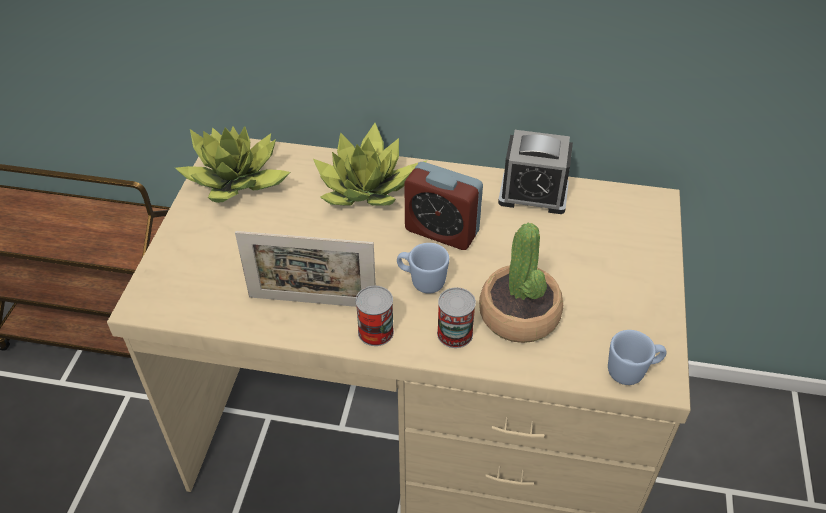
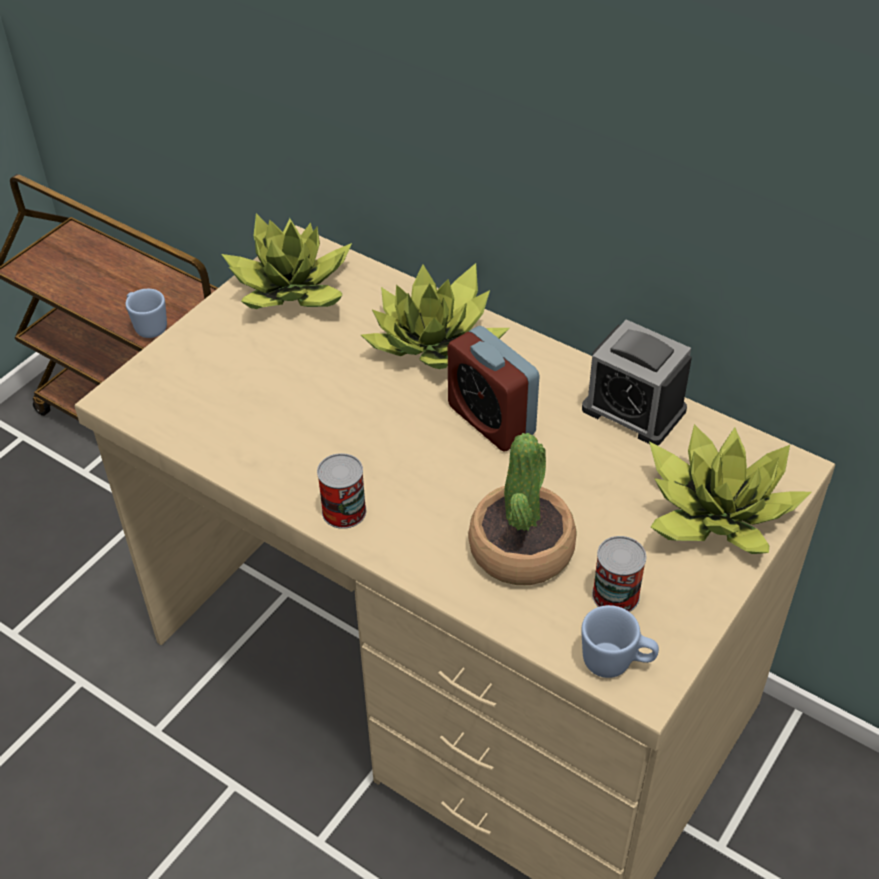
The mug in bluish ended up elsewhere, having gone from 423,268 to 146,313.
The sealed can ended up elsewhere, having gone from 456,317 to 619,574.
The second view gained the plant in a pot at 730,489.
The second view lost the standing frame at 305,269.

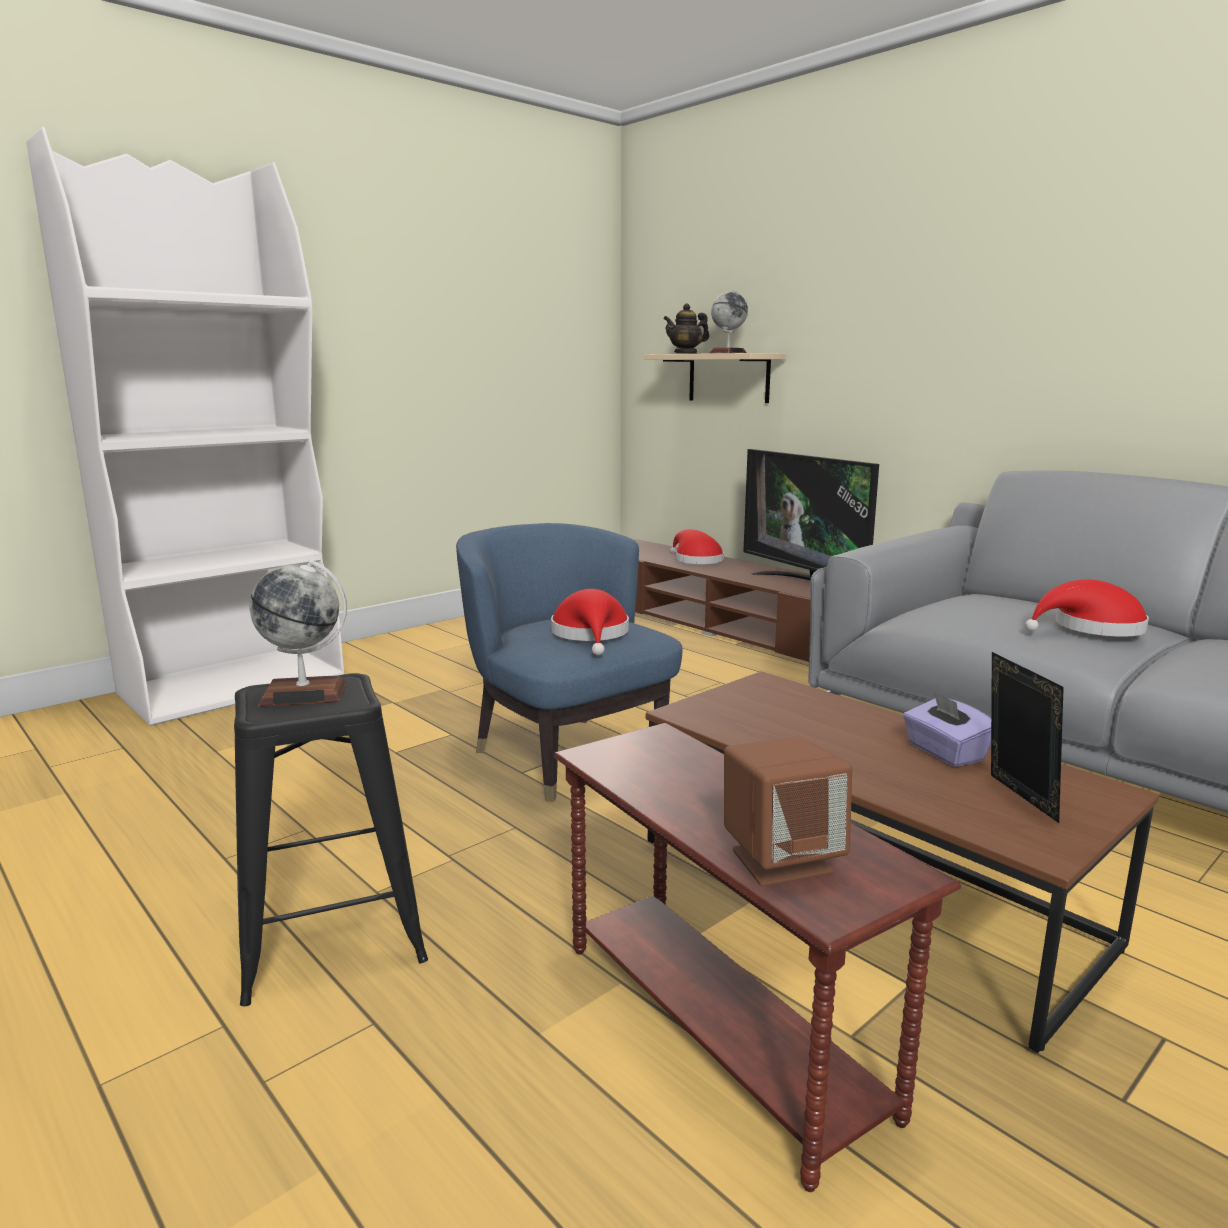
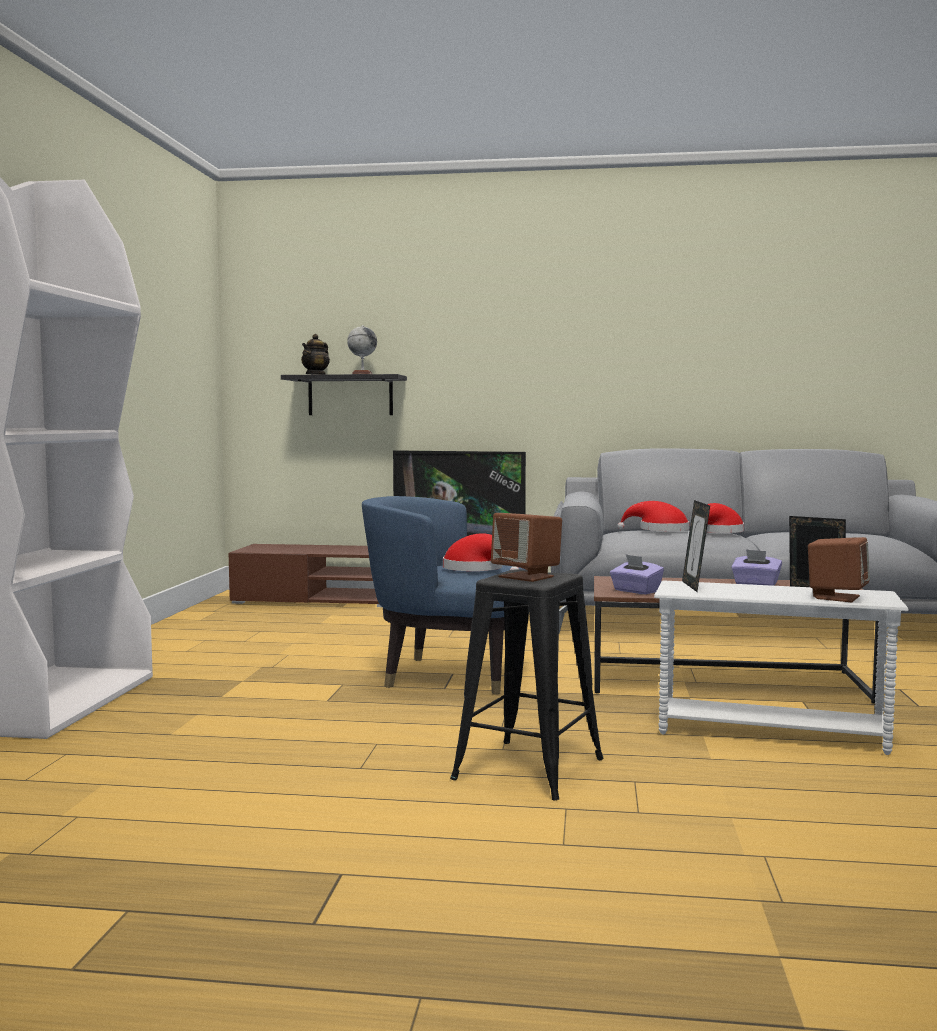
What was the wall shelf in beige at 715,378 turned into the wall shelf in black at 344,394.
Where the world globe stood at 298,633, the loudspeaker in brown-coloured came to stand at 526,547.
The second view gained the tissue box in purple-coloured at 637,574.
The hat in red ended up elsewhere, having gone from 697,546 to 653,516.
What was the end table in brown-coloured at 758,957 turned into the end table in whitish at 781,667.
The second view gained the standing frame at 696,546.

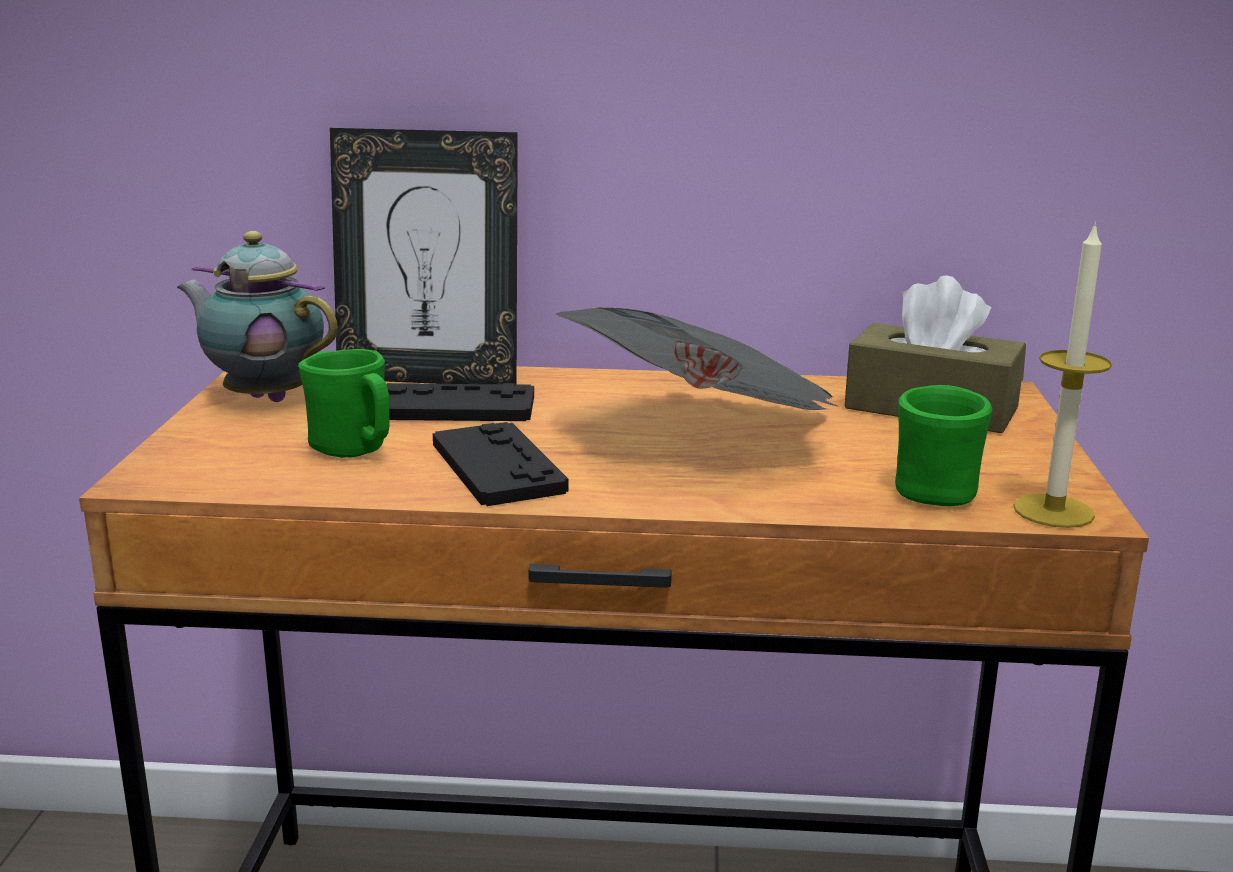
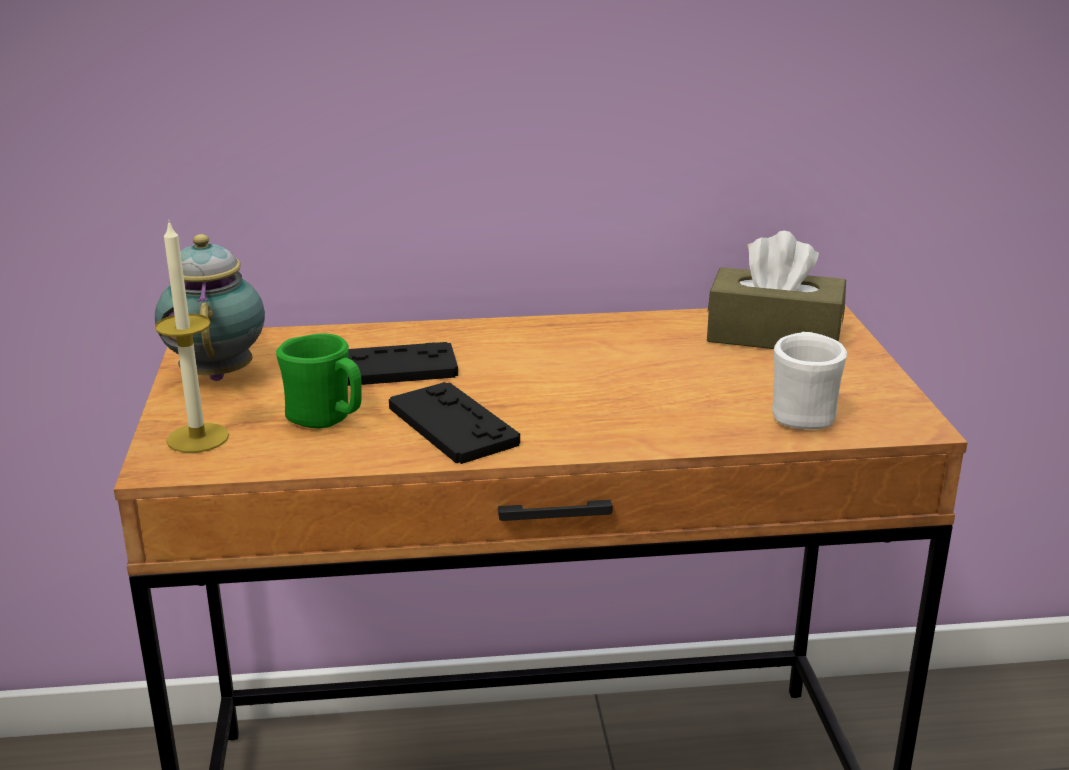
The candle ended up elsewhere, having gone from 1062,375 to 192,337.
The pot for tea at 257,316 ended up facing another way, 60 degrees clockwise from before.
What was the mug in green at 943,445 turned into the mug in whitish at 809,380.
The second view lost the standing frame at 424,256.
The second view lost the daily paper at 697,358.

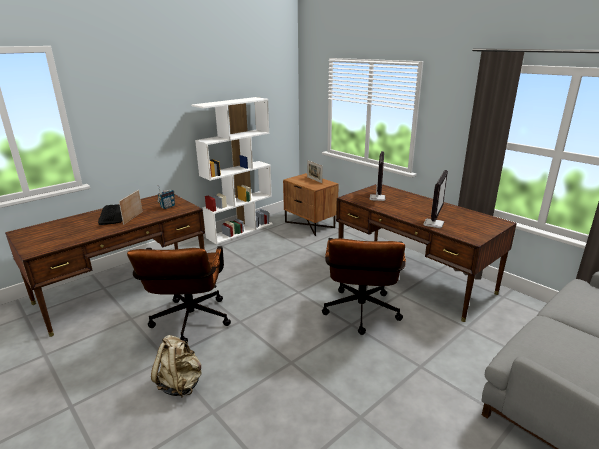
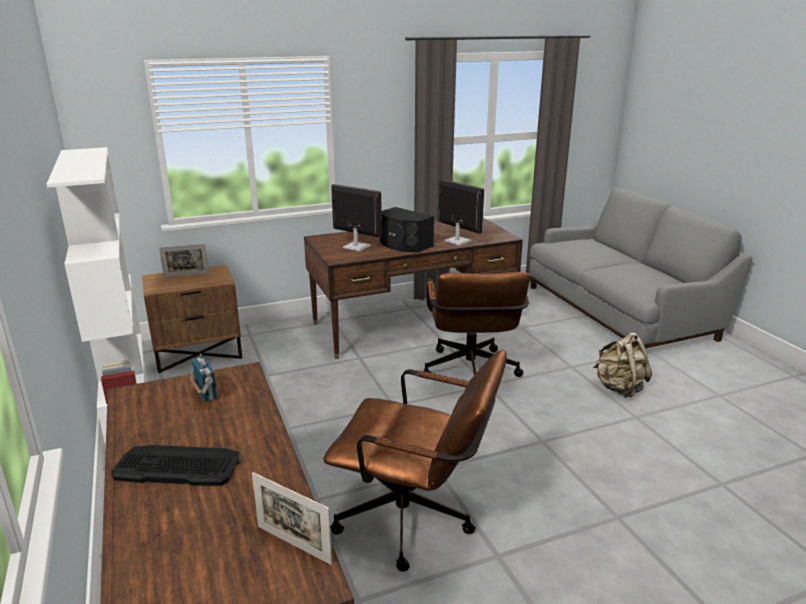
The standing frame ended up elsewhere, having gone from 131,207 to 292,518.
The second view gained the loudspeaker in black at 407,229.
The office chair in brown-coloured at 364,286 ended up facing another way, 60 degrees clockwise from before.
The knapsack in beige ended up elsewhere, having gone from 176,366 to 622,365.

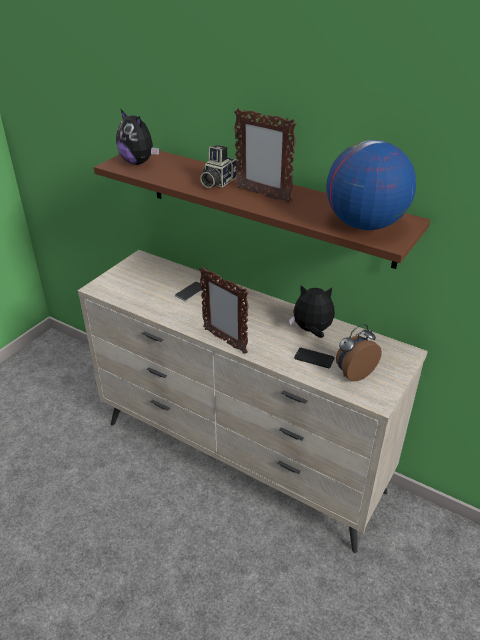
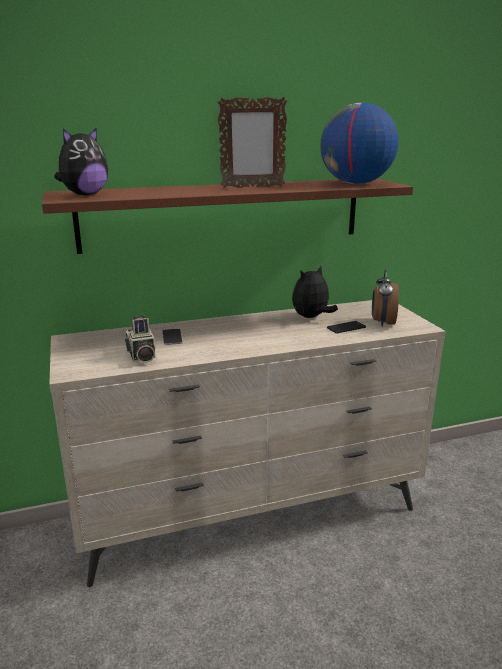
The plush toy at 137,137 ended up facing another way, 45 degrees counterclockwise from before.
The photo camera ended up elsewhere, having gone from 218,166 to 140,339.
The second view lost the standing frame at 224,310.

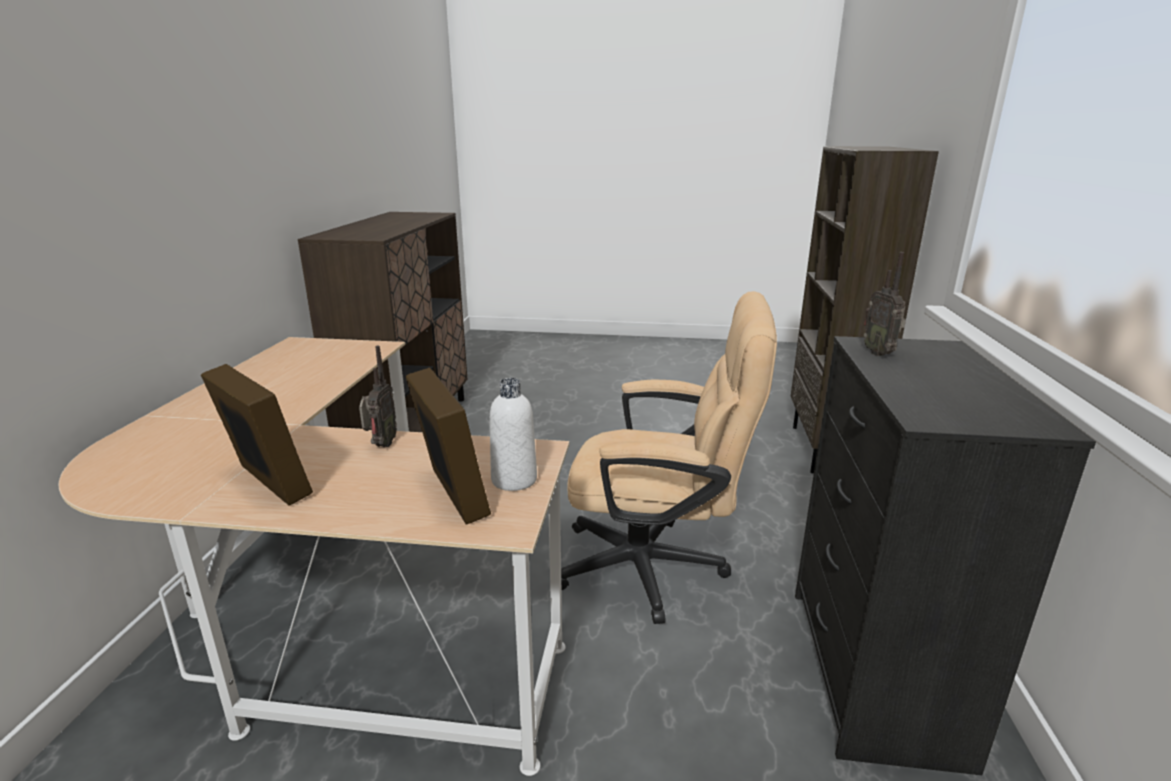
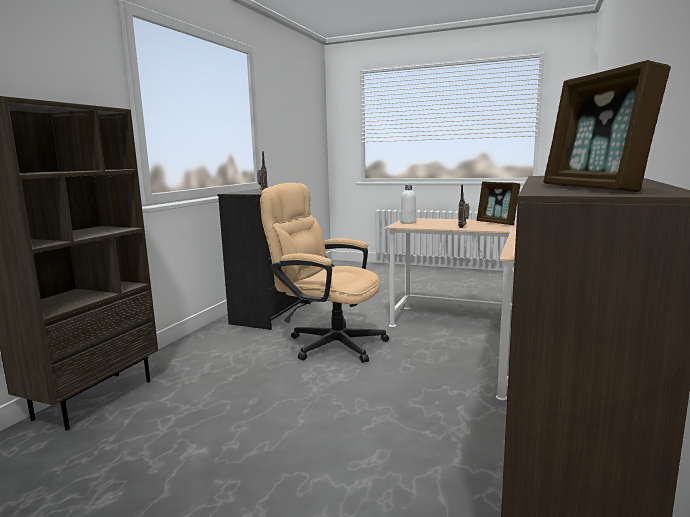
The standing frame ended up elsewhere, having gone from 448,446 to 607,126.

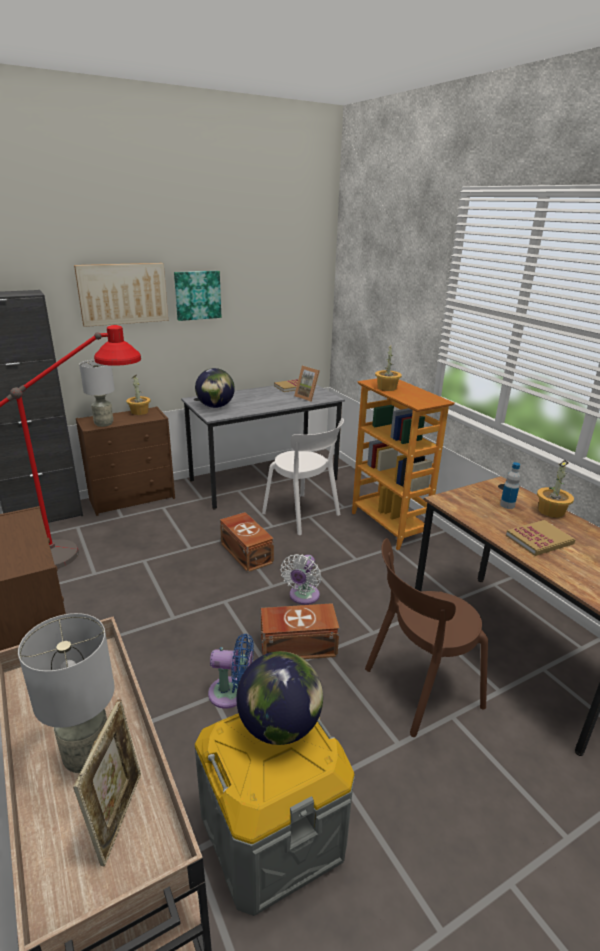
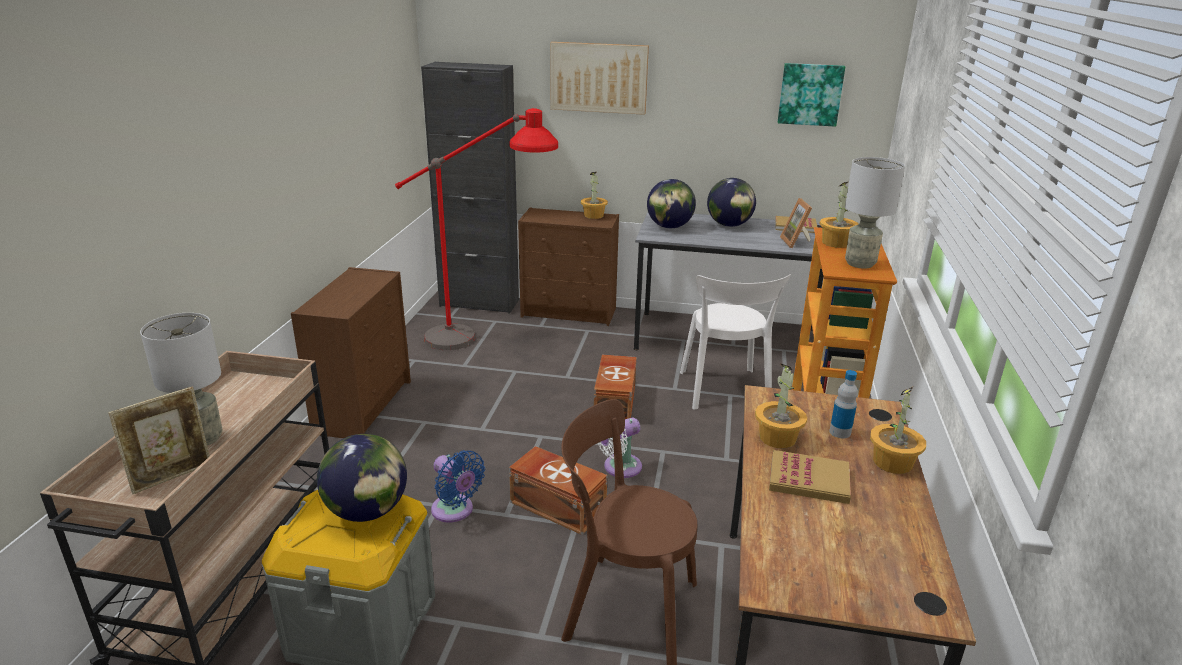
The second view gained the world globe at 731,202.
The second view gained the plant in a pot at 781,406.
The wall picture ended up elsewhere, having gone from 197,296 to 811,95.
The tabletop lamp in gray ended up elsewhere, having gone from 97,393 to 875,213.

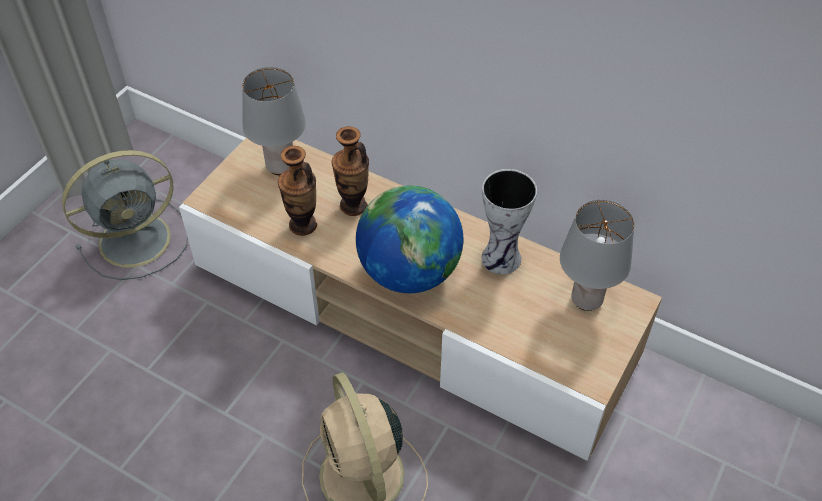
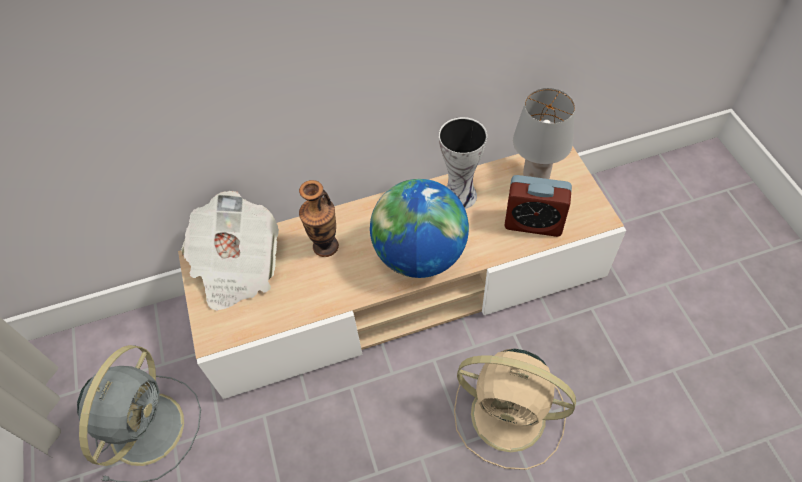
Where the tabletop lamp in gray stood at 274,121, the daily paper came to stand at 230,251.
The second view gained the alarm clock at 538,206.
The second view lost the decorative vase at 297,191.

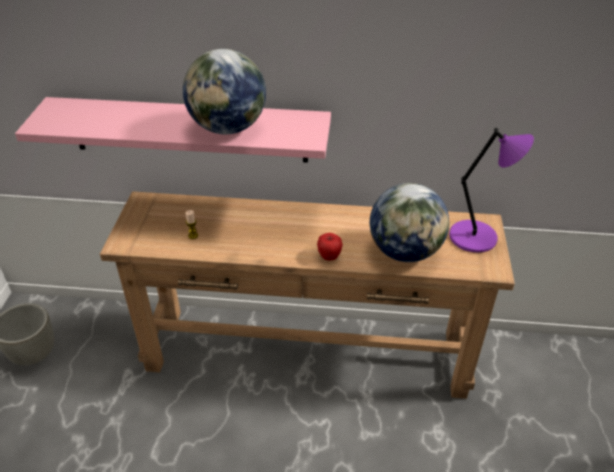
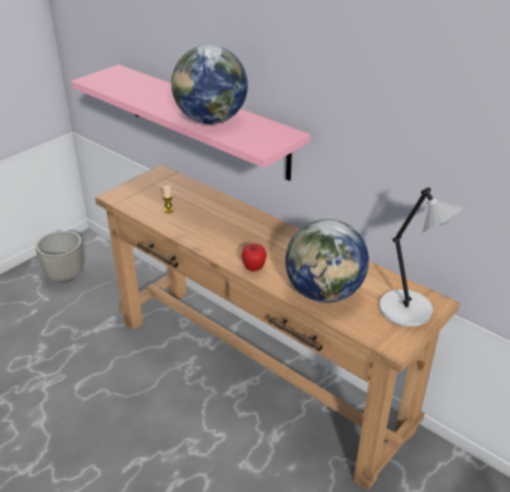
What was the tabletop lamp in purple-coloured at 491,190 turned into the tabletop lamp in gray at 422,257.

